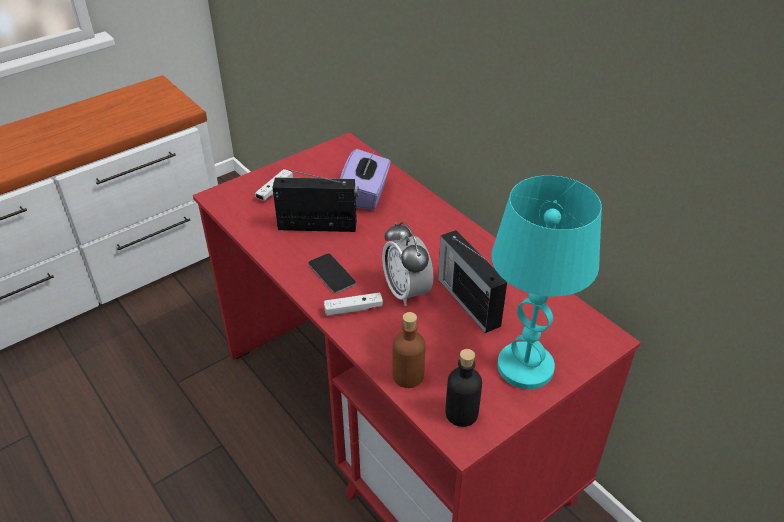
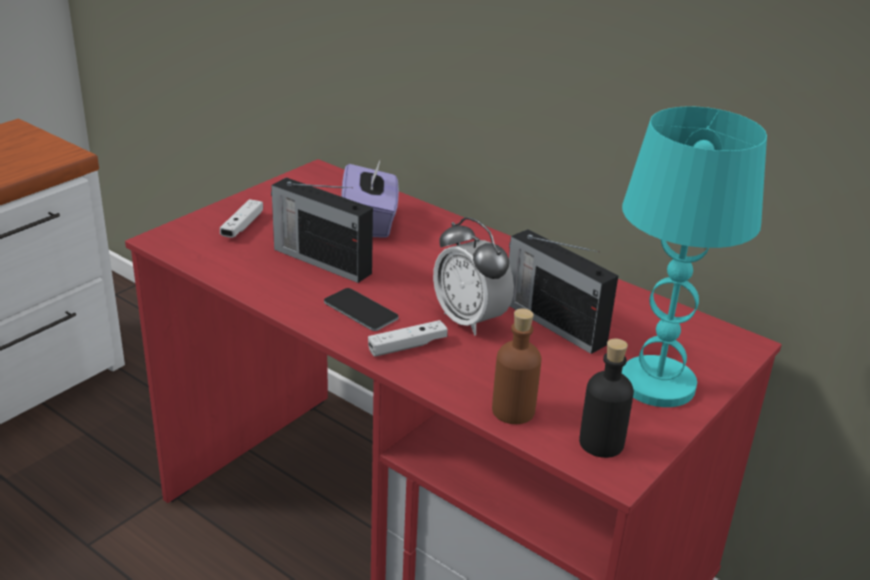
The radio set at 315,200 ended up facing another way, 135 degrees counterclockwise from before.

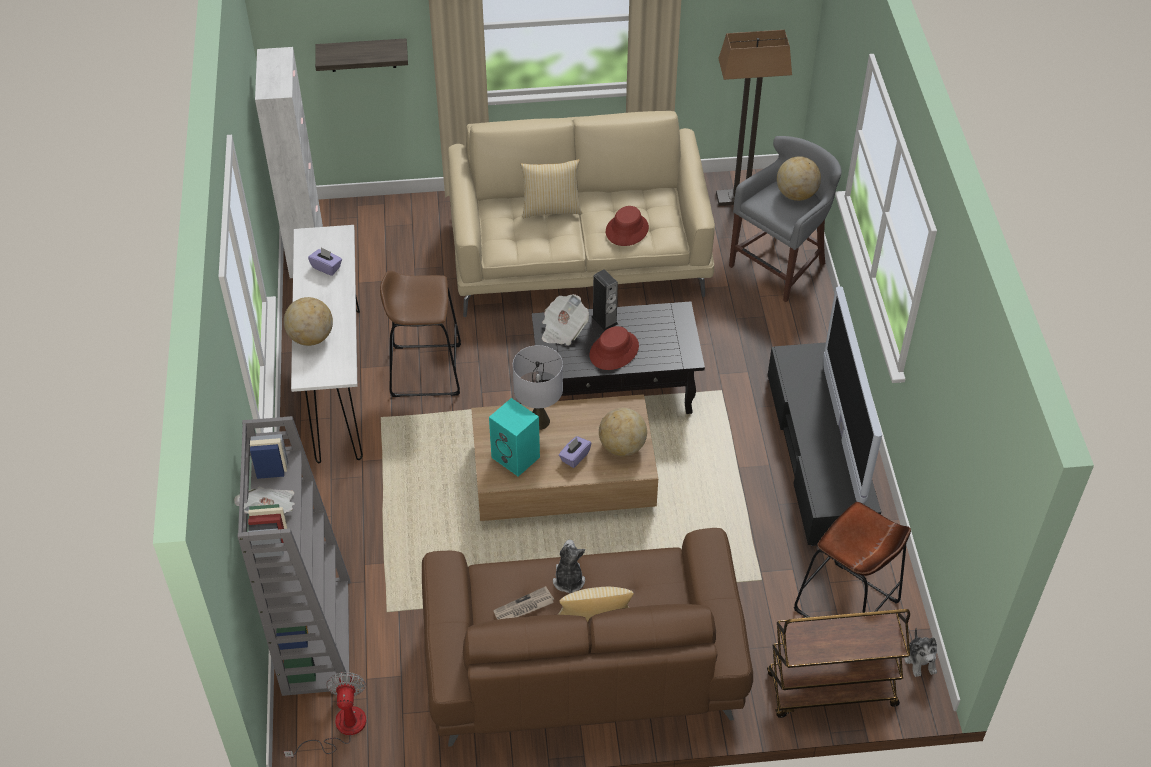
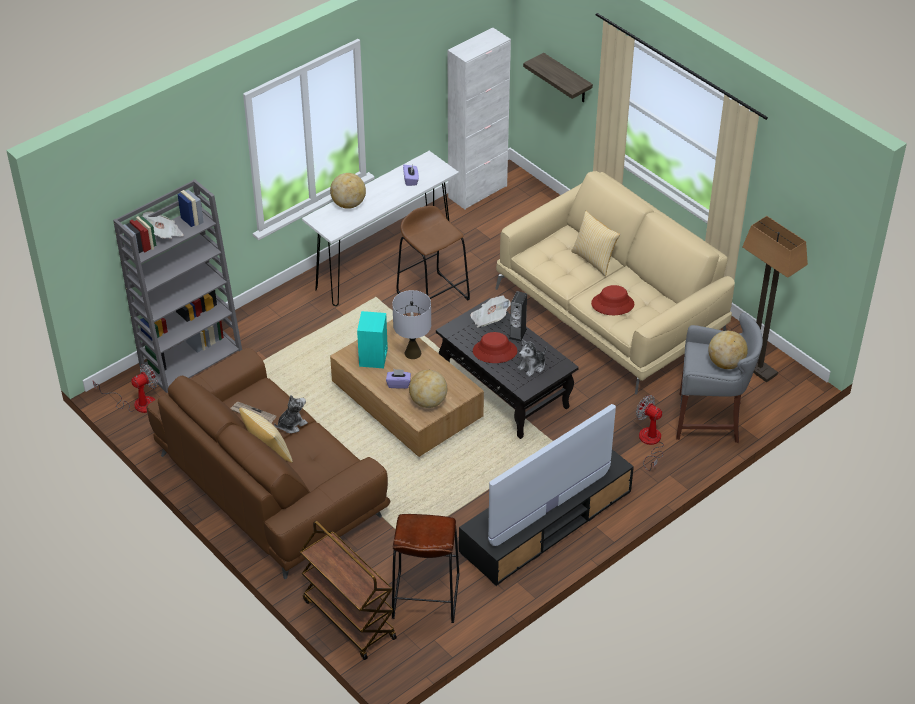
The plush toy ended up elsewhere, having gone from 921,652 to 532,358.
The second view gained the electric fan at 650,433.

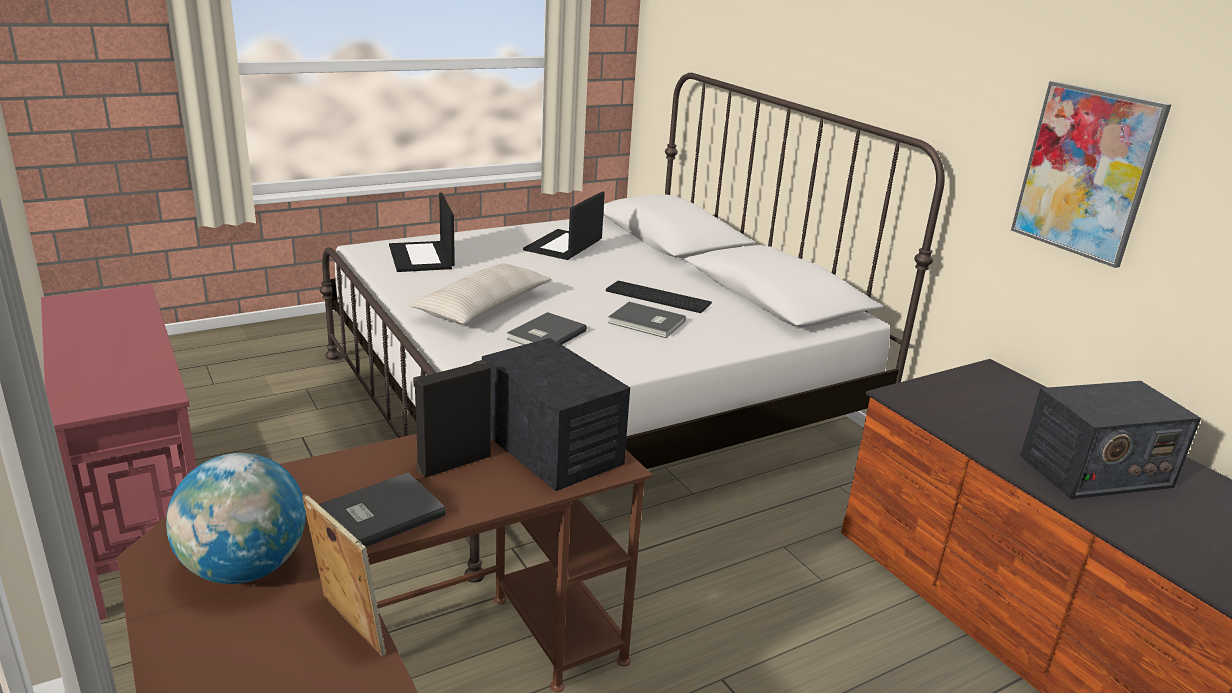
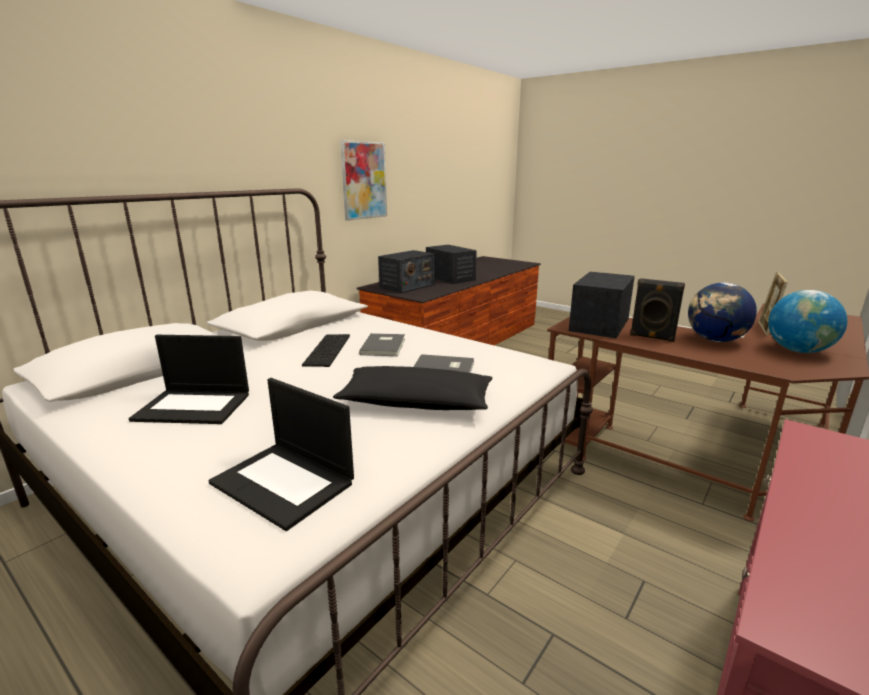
The portable computer at 422,232 ended up facing another way, 75 degrees clockwise from before.
What was the throw pillow in beige at 480,293 turned into the throw pillow in black at 412,388.
The second view gained the radio set at 406,271.
Where the volume in gray stood at 382,510, the world globe came to stand at 722,312.

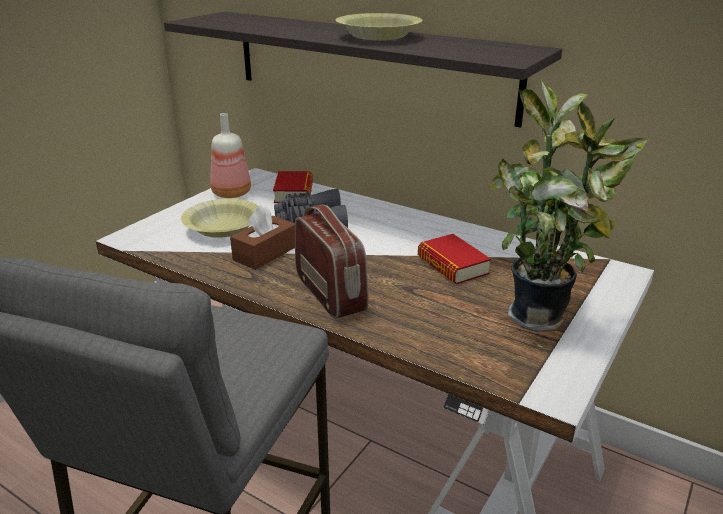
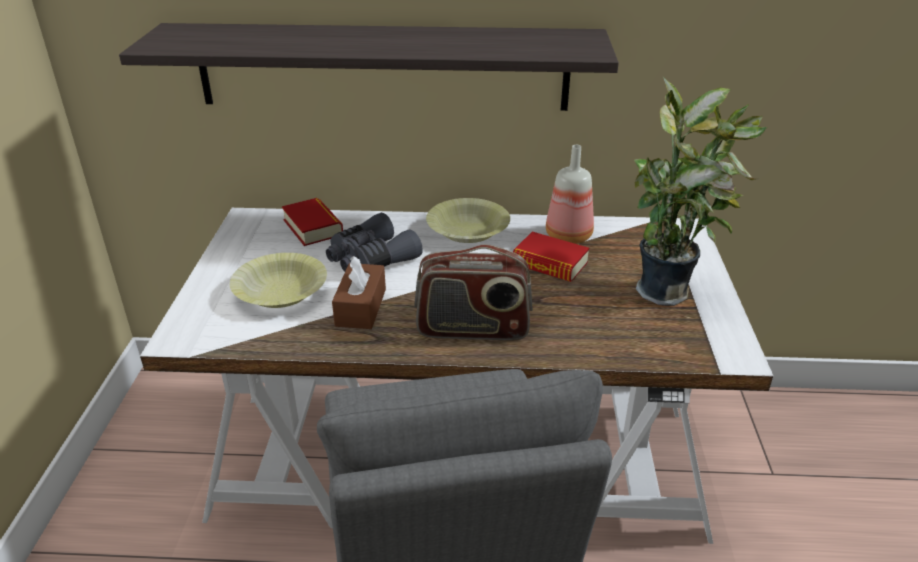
The radio set at 331,262 ended up facing another way, 150 degrees clockwise from before.
The serving bowl in yellow ended up elsewhere, having gone from 379,27 to 468,220.
The drink bottle ended up elsewhere, having gone from 230,155 to 570,194.

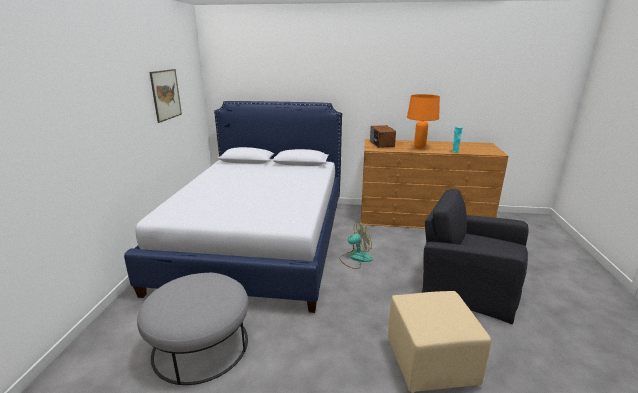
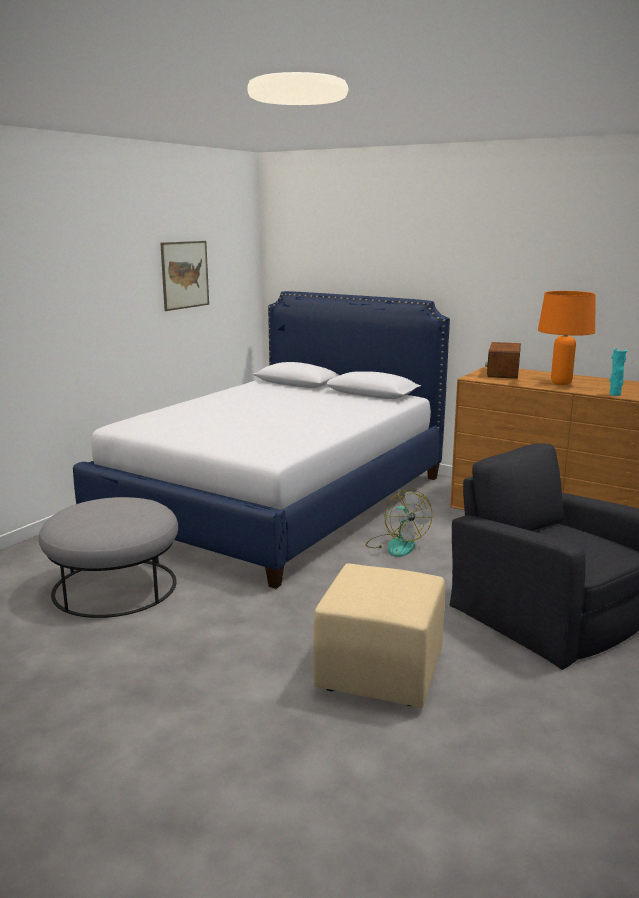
The electric fan at 356,245 ended up facing another way, 60 degrees clockwise from before.

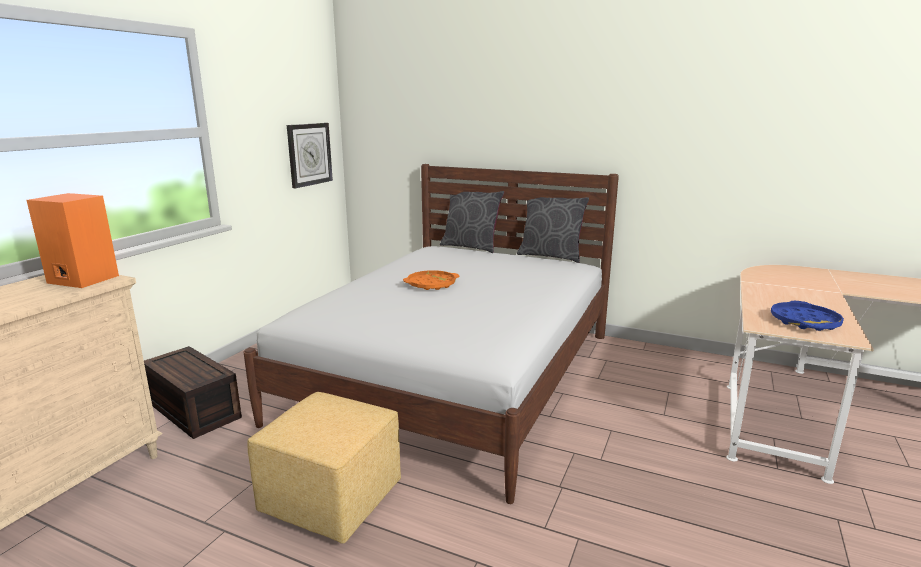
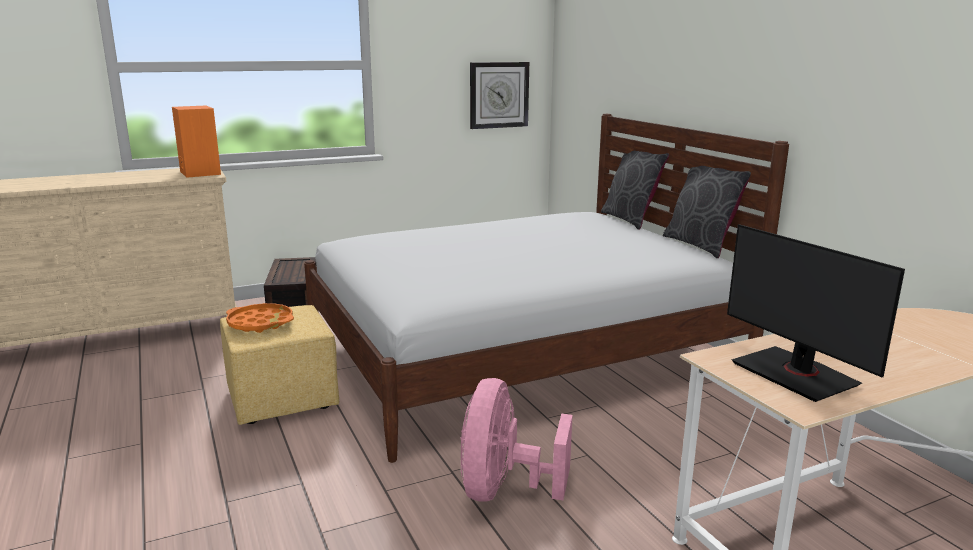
The tray in orange ended up elsewhere, having gone from 431,280 to 260,318.
The second view gained the electric fan in pink at 517,440.
Where the tray in bluish stood at 807,316, the computer screen came to stand at 816,313.

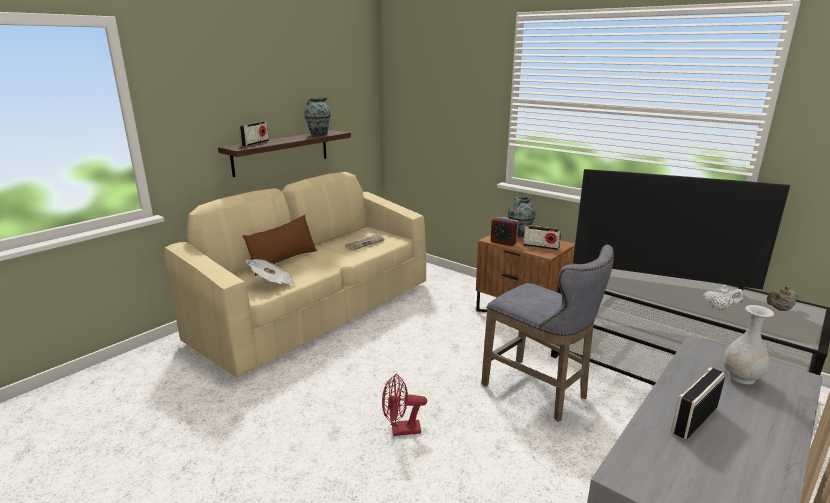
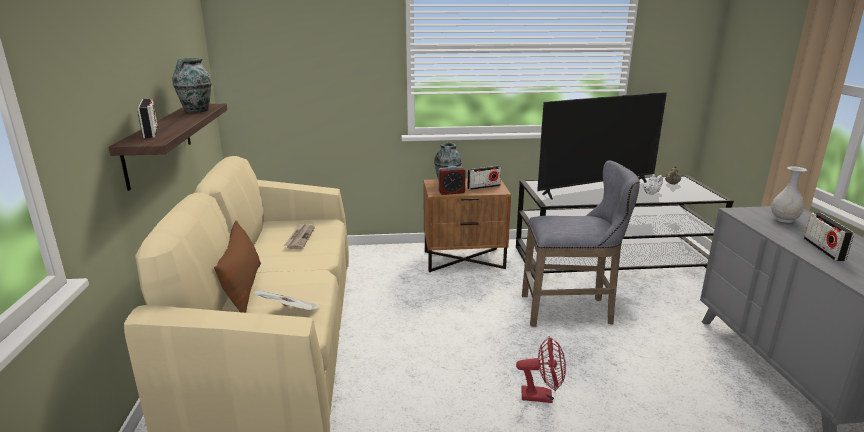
The electric fan in red at 404,404 ended up facing another way, 120 degrees counterclockwise from before.

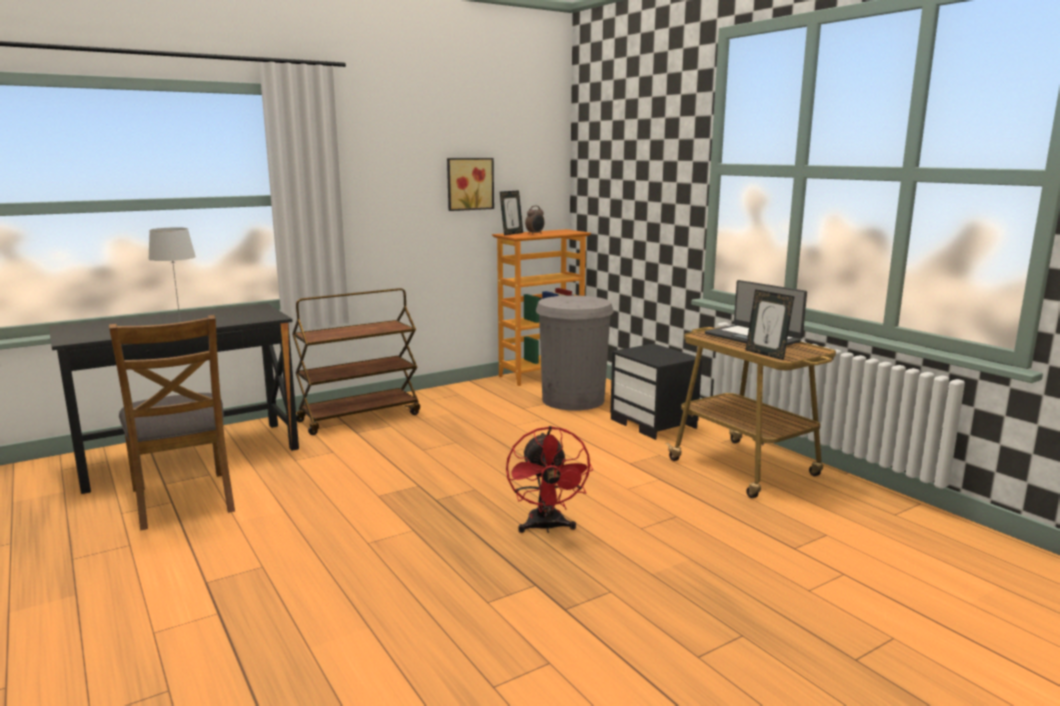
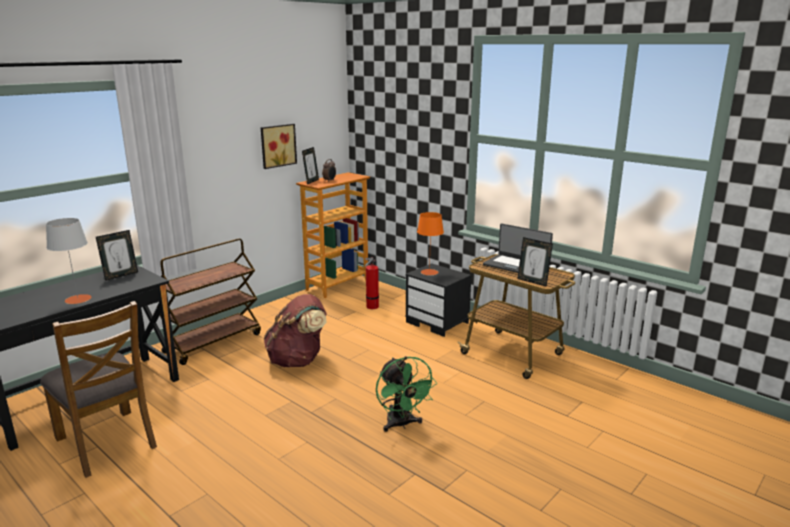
The second view gained the standing frame at 117,255.
The second view gained the knapsack in brown-coloured at 295,330.
Where the rubbish bin in gray stood at 575,352, the extinguisher came to stand at 372,283.
What was the electric fan in red at 549,479 turned into the electric fan in green at 406,394.
The second view gained the tabletop lamp in orange at 430,243.

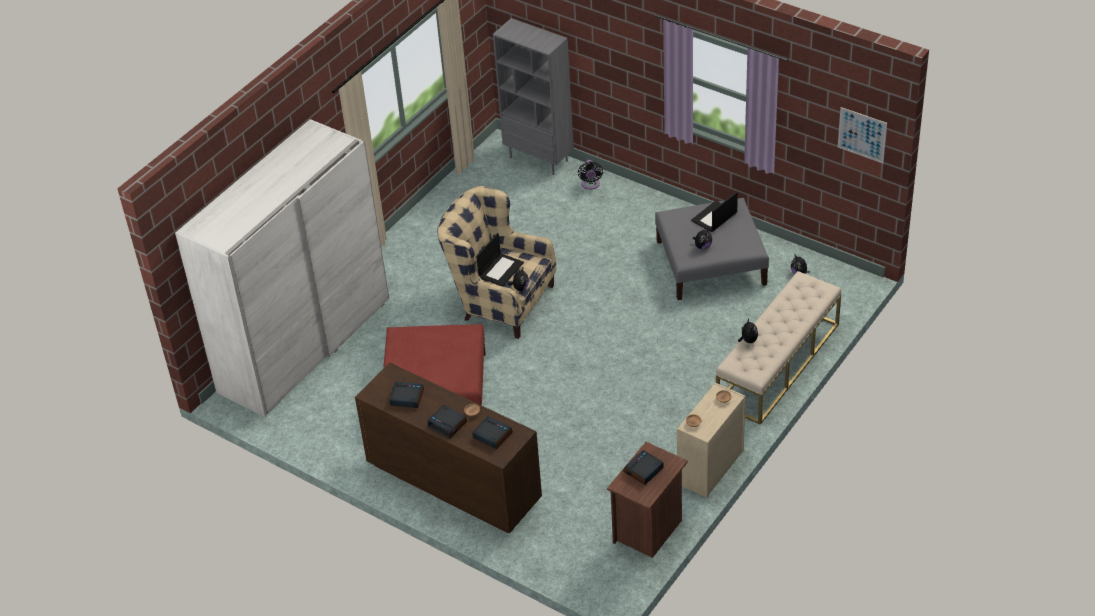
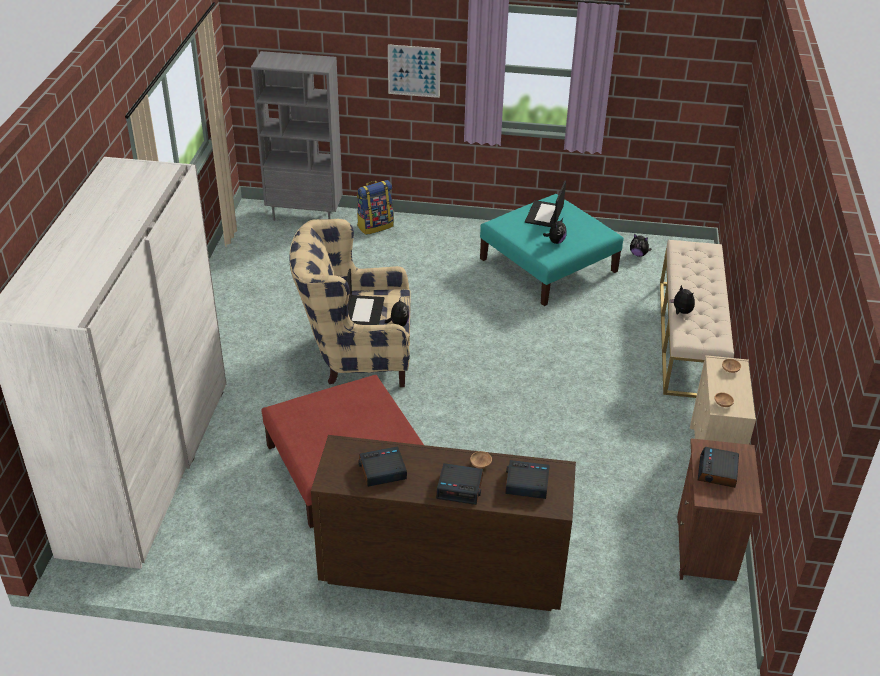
Where the electric fan in black stood at 590,175, the knapsack came to stand at 375,207.
The wall picture ended up elsewhere, having gone from 862,135 to 414,71.
What was the footrest in gray at 712,249 turned into the footrest in turquoise at 552,250.

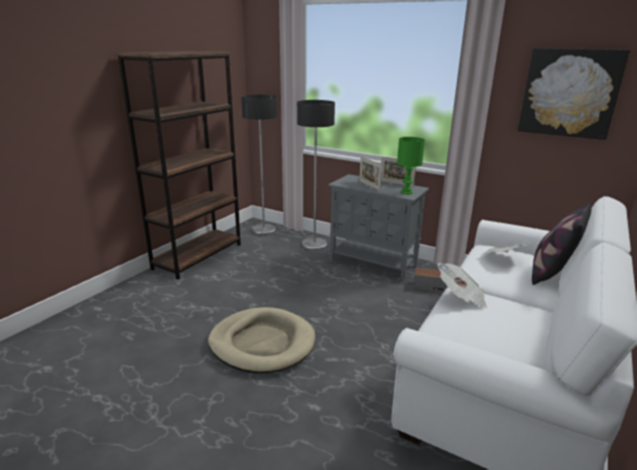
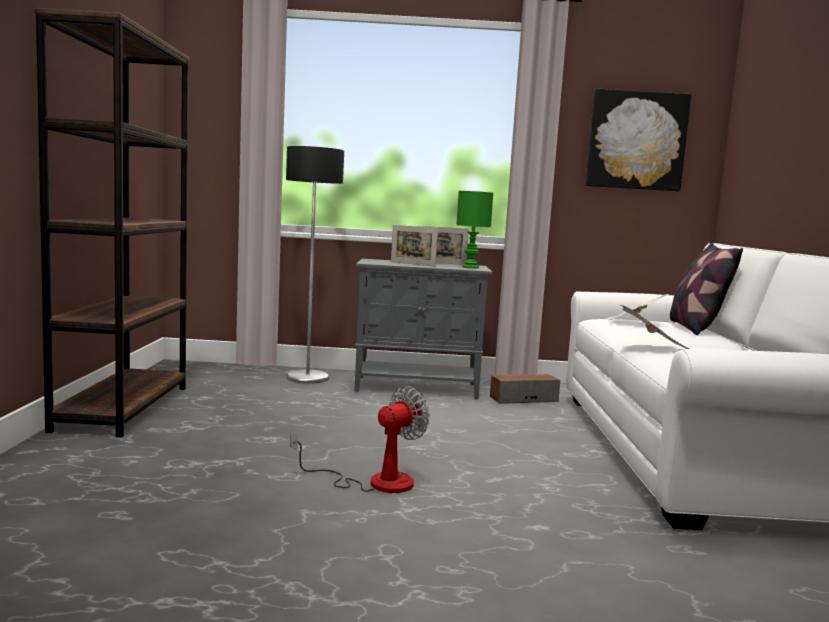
Where the dog cushion in beige stood at 261,340, the electric fan came to stand at 360,439.
The second view lost the standard lamp at 259,165.

